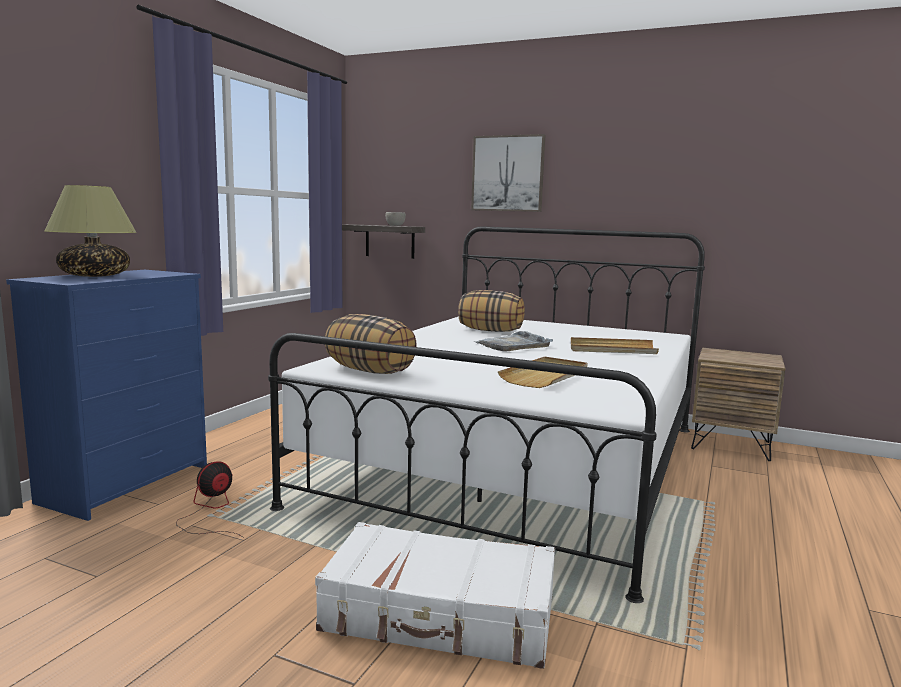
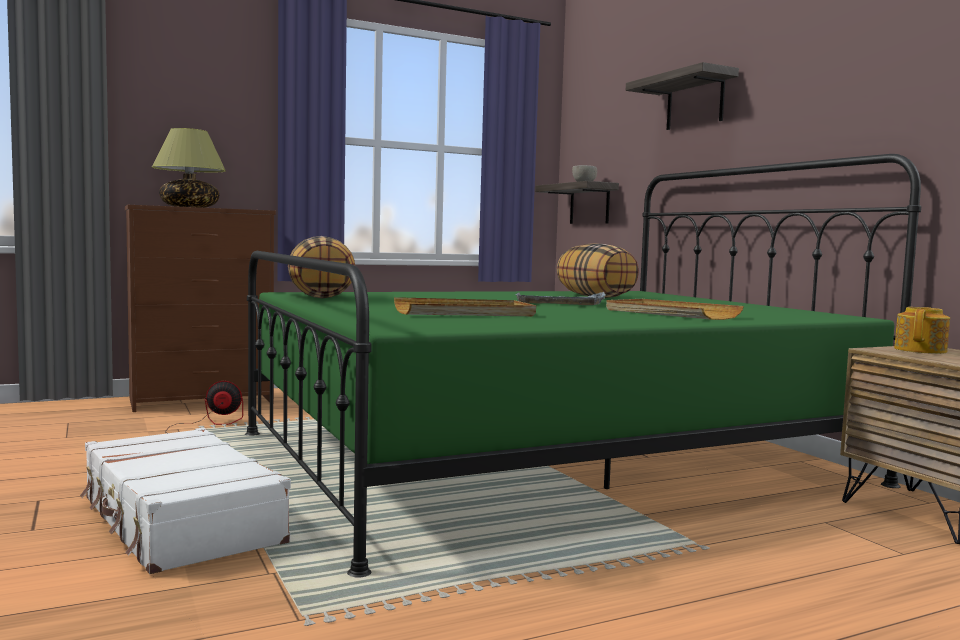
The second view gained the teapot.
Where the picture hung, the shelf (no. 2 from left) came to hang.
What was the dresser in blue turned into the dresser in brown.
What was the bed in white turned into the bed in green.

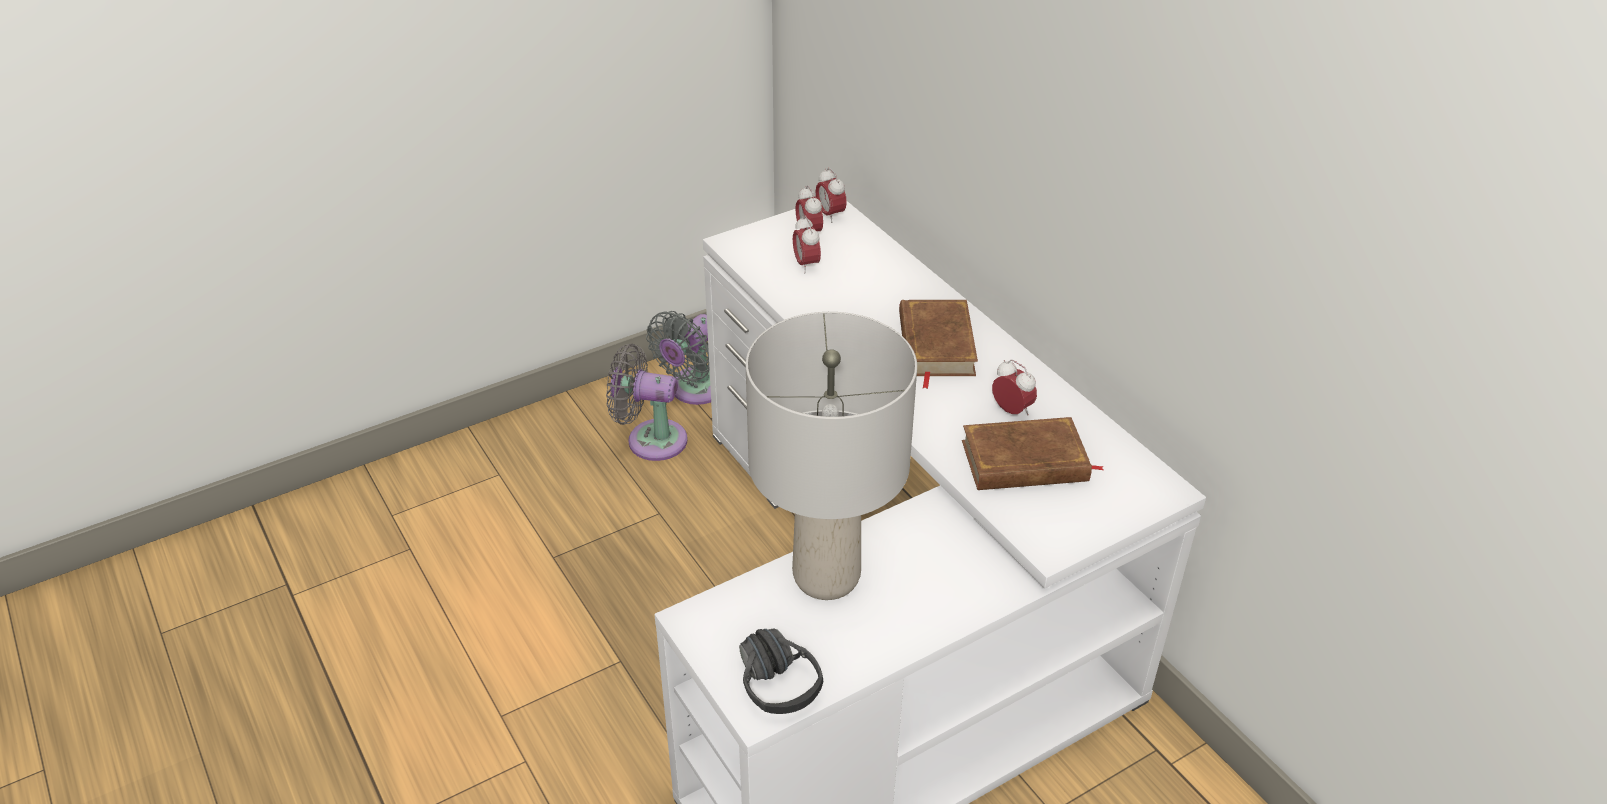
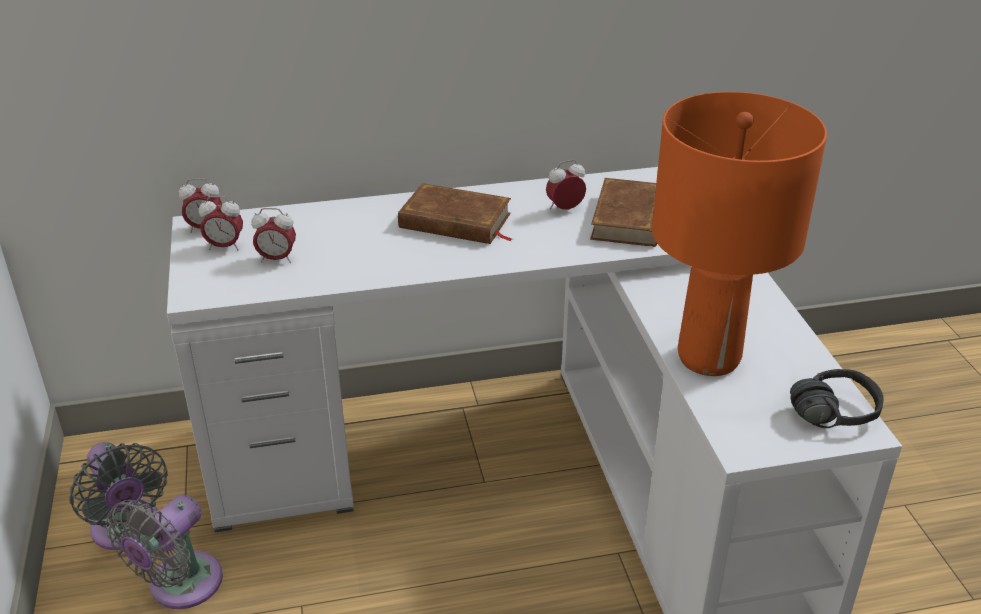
What was the table lamp in grey turned into the table lamp in orange.

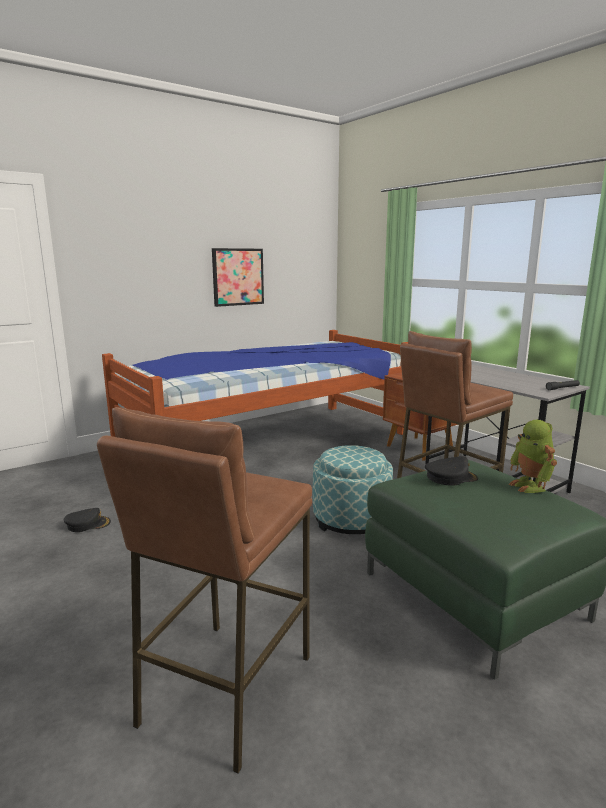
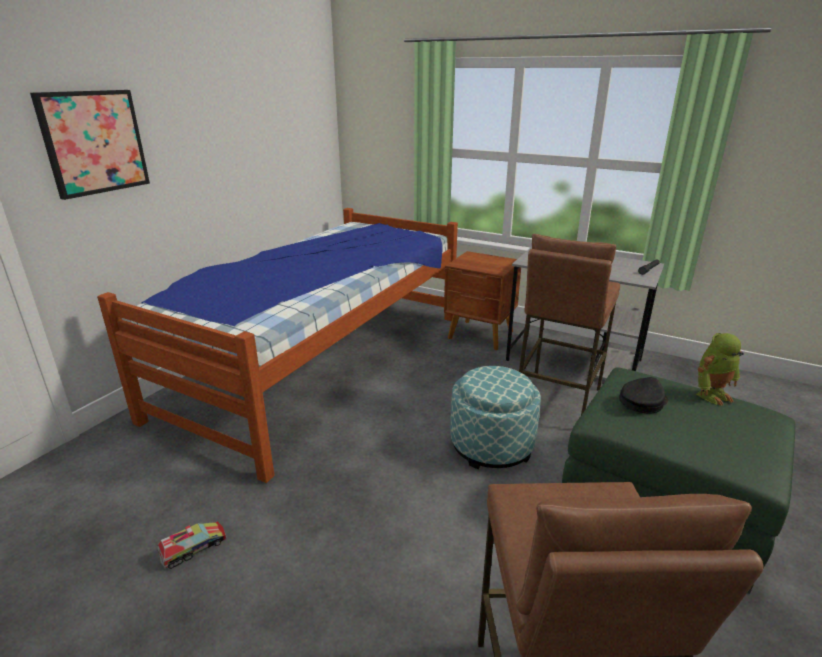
The picture ended up elsewhere.
Where the cap in black (no. 1 from left) stood, the toy truck came to stand.
The toy robot ended up facing another way, 75 degrees counterclockwise from before.

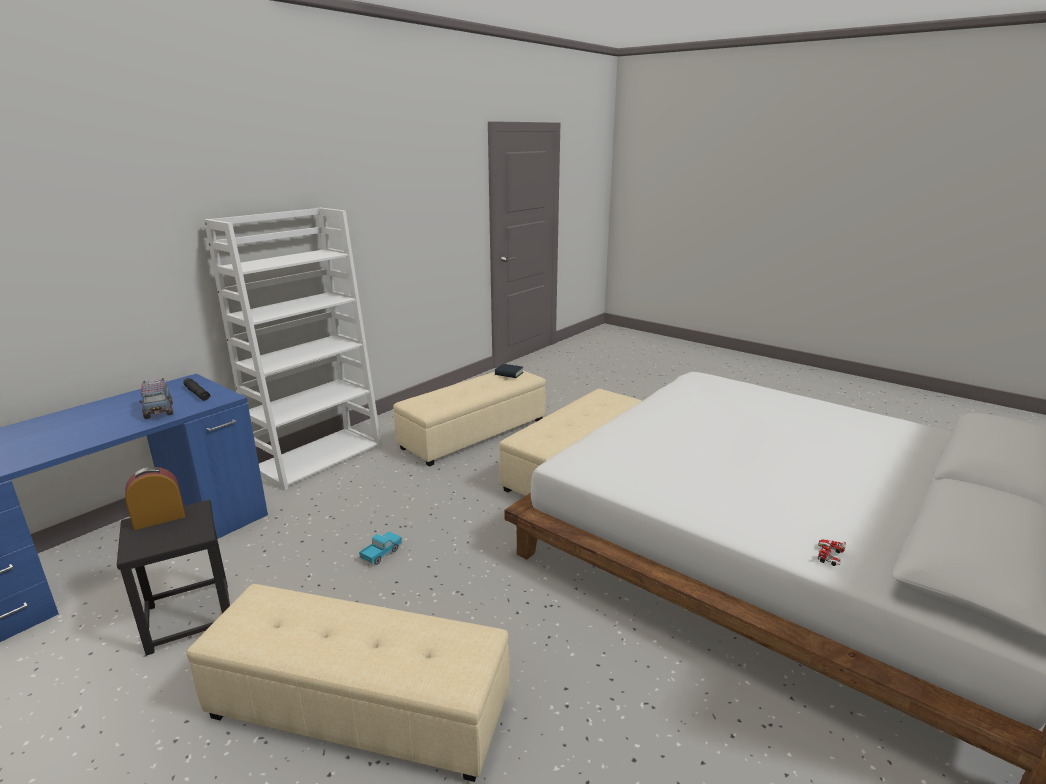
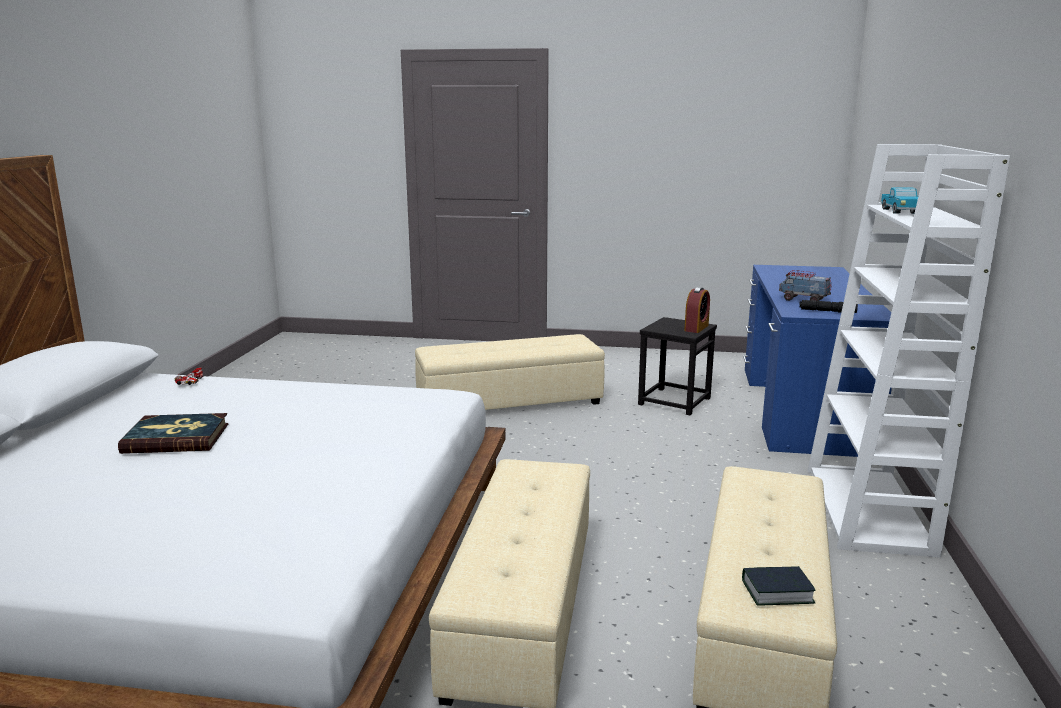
The second view gained the book (no. 1 from left).
The toy truck (no. 2 from left) ended up elsewhere.

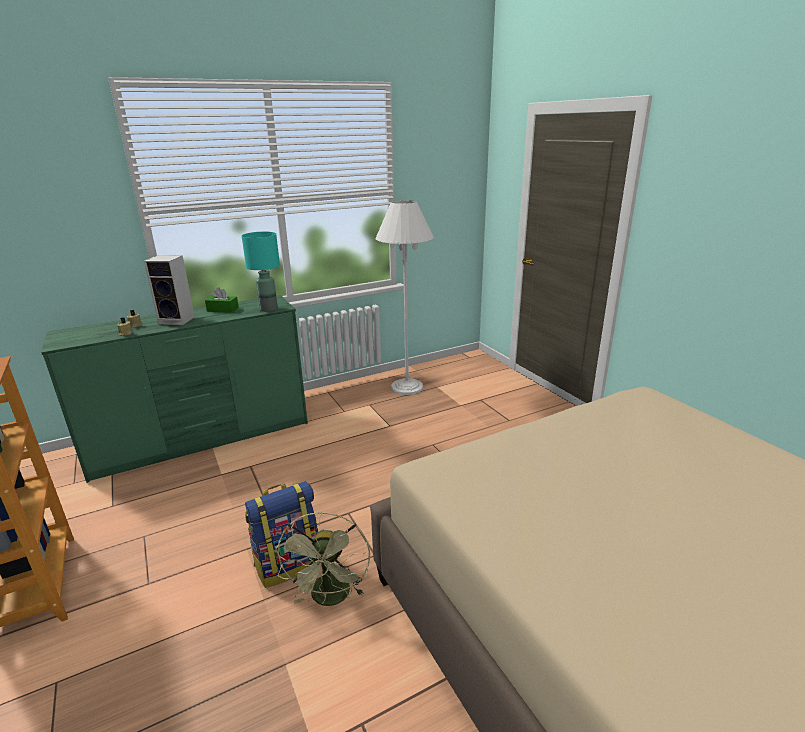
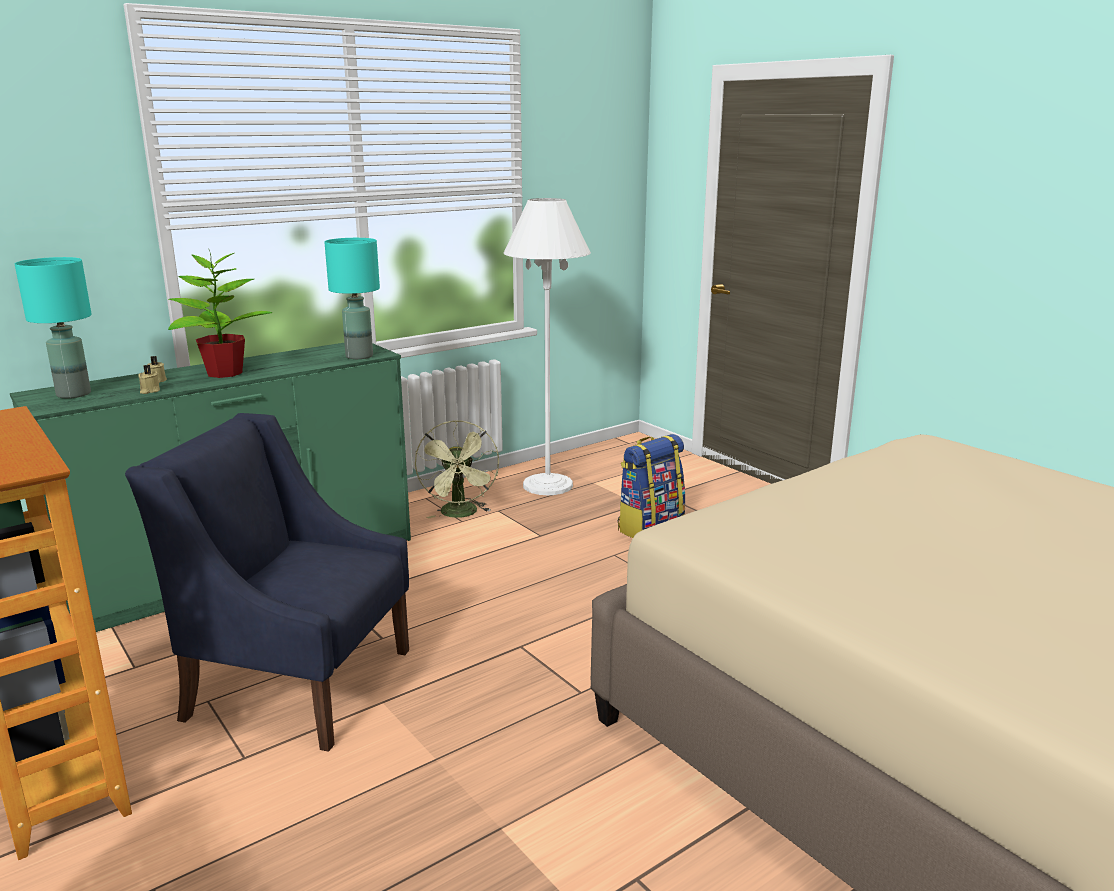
The second view lost the tissue box in green.
The second view gained the table lamp in turquoise (no. 1 from left).
The second view gained the armchair in blue.
The backpack ended up elsewhere.
The fan in green ended up elsewhere.
Where the speaker stood, the potted plant came to stand.

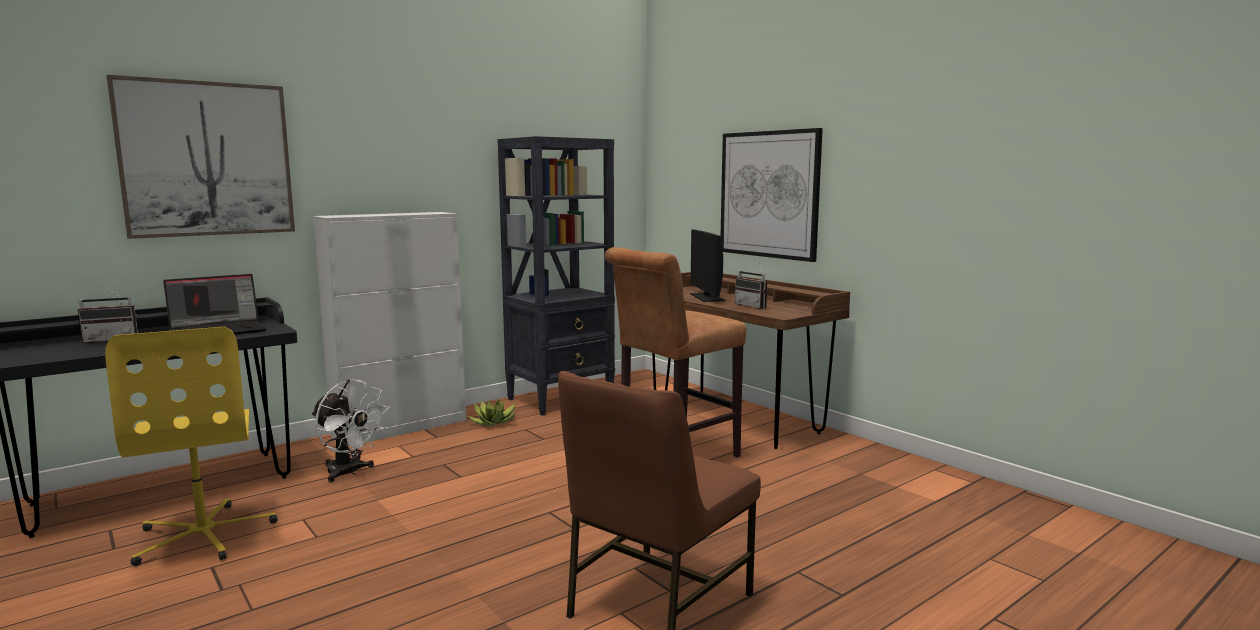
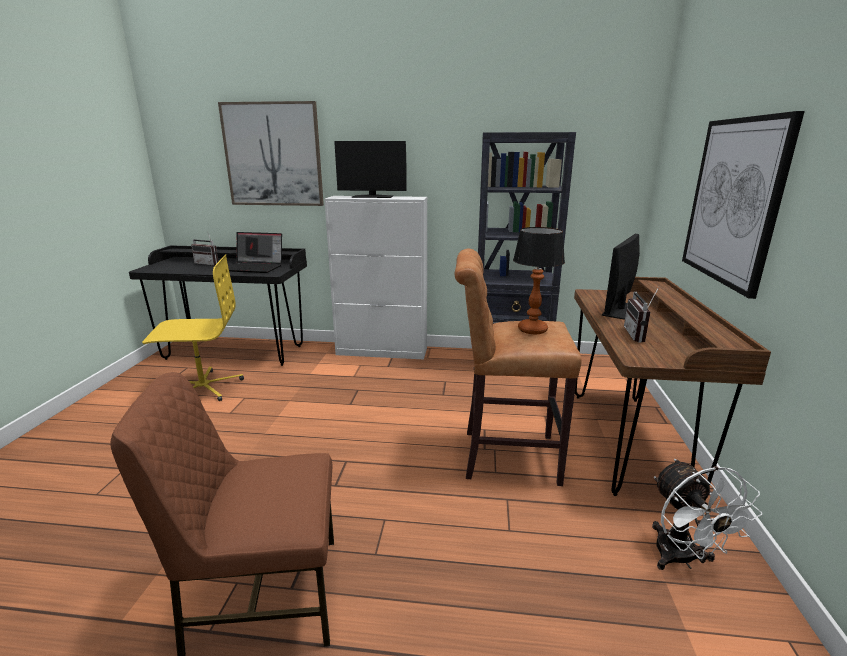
The second view lost the potted plant.
The second view gained the monitor (no. 1 from left).
The second view gained the table lamp.
The fan in white ended up elsewhere.
The office chair in yellow ended up facing another way, 120 degrees counterclockwise from before.

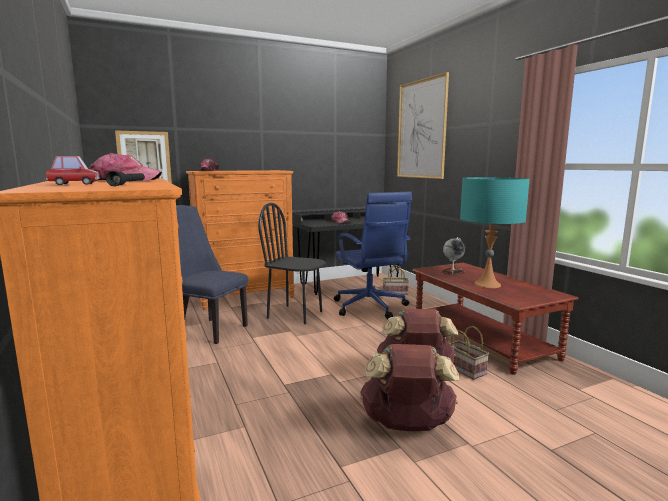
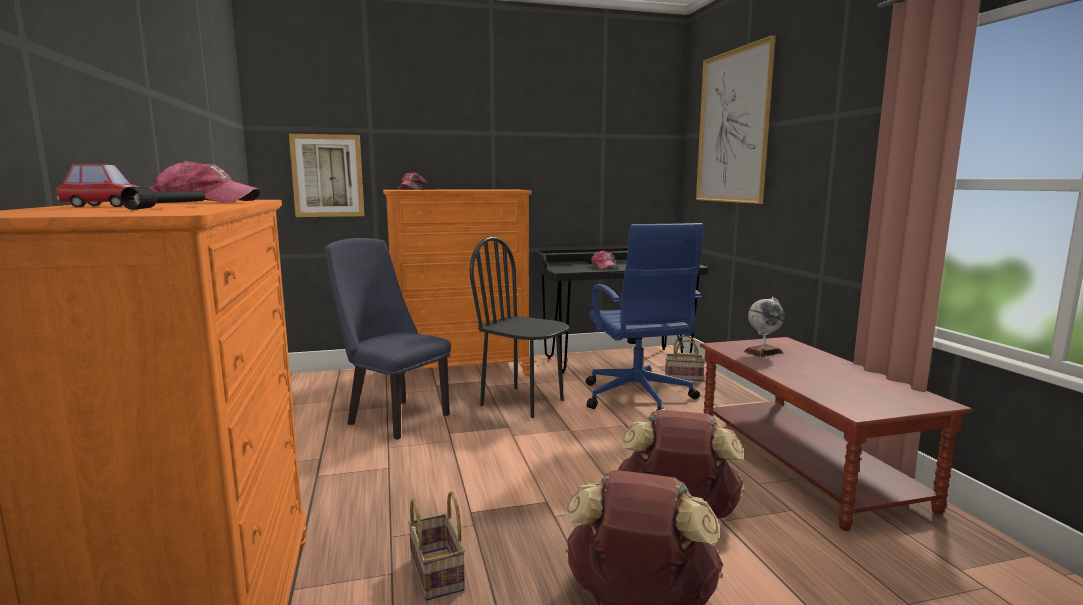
The second view lost the table lamp in turquoise.
The basket (no. 2 from left in the first image) ended up elsewhere.

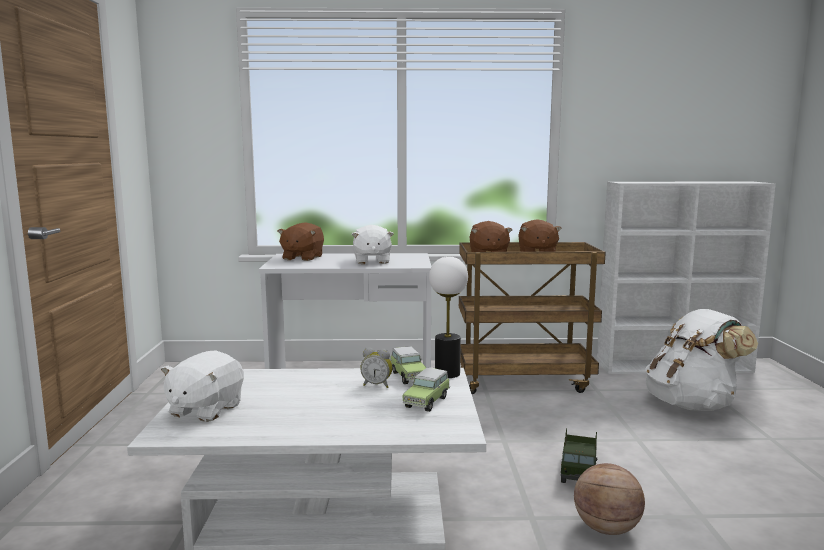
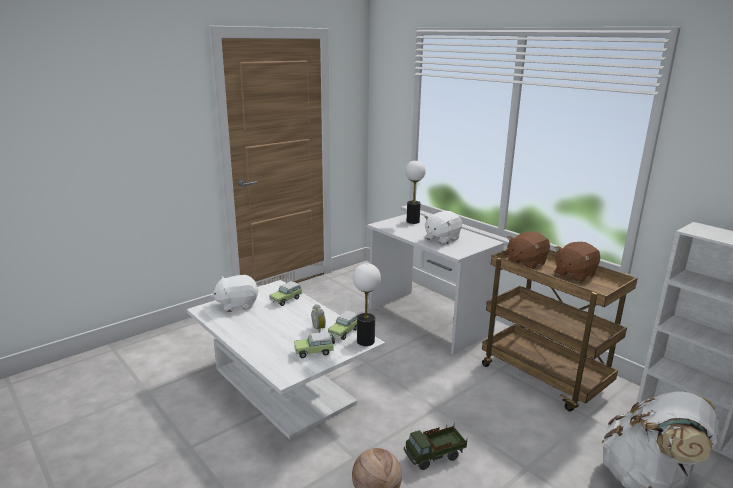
The second view gained the toy car (no. 1 from left).
Where the plush toy in brown (no. 1 from left) stood, the table lamp (no. 2 from left) came to stand.

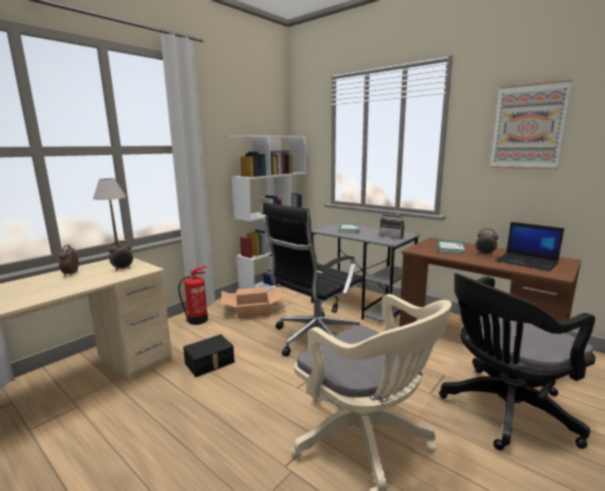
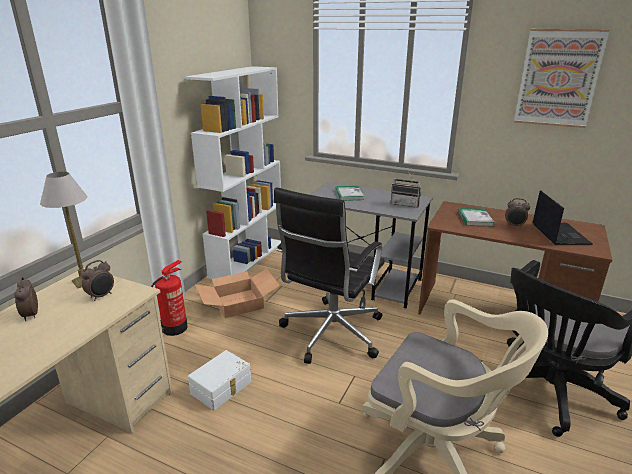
What was the storage box in black turned into the storage box in white.
The laptop ended up facing another way, 120 degrees counterclockwise from before.

